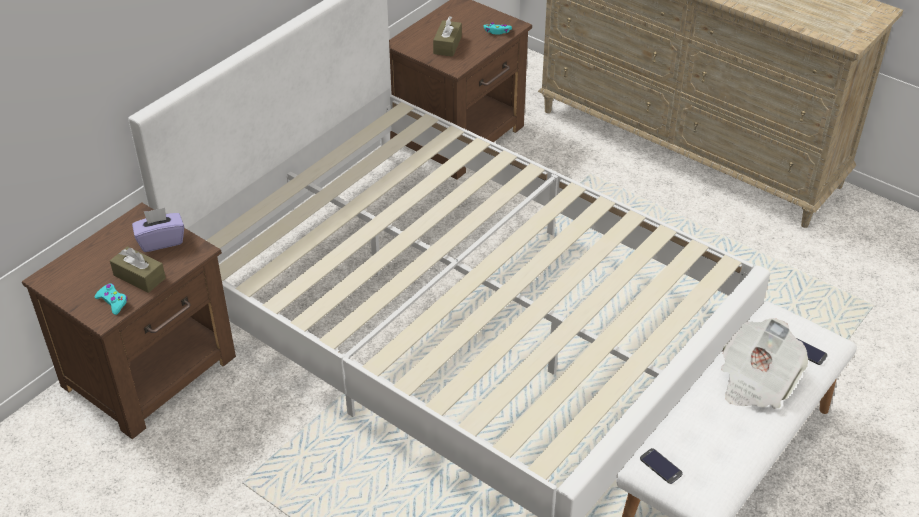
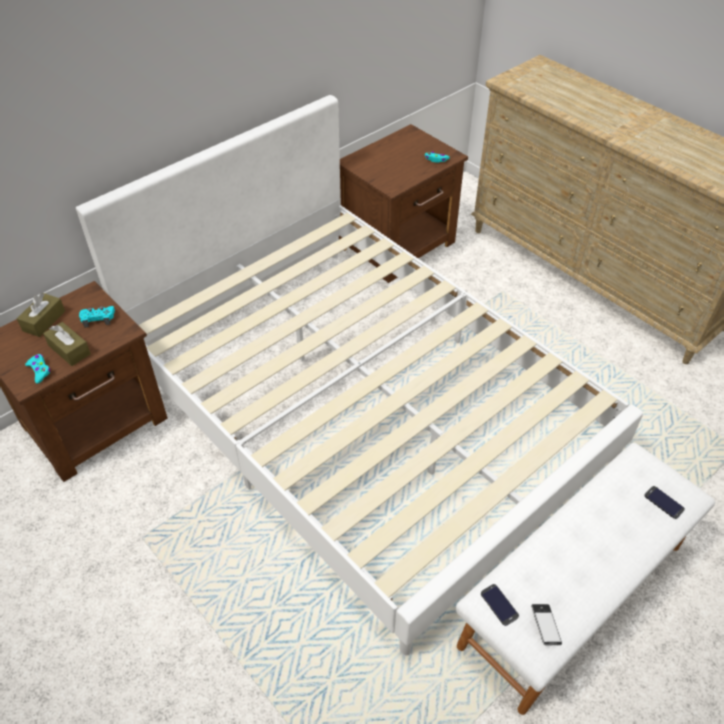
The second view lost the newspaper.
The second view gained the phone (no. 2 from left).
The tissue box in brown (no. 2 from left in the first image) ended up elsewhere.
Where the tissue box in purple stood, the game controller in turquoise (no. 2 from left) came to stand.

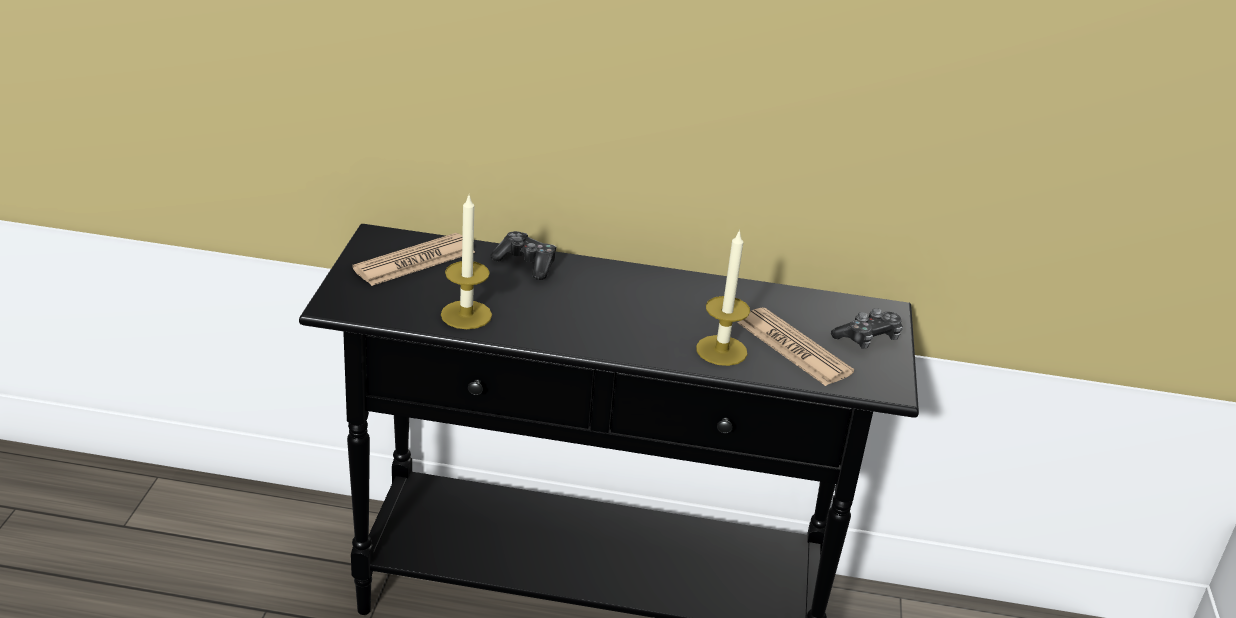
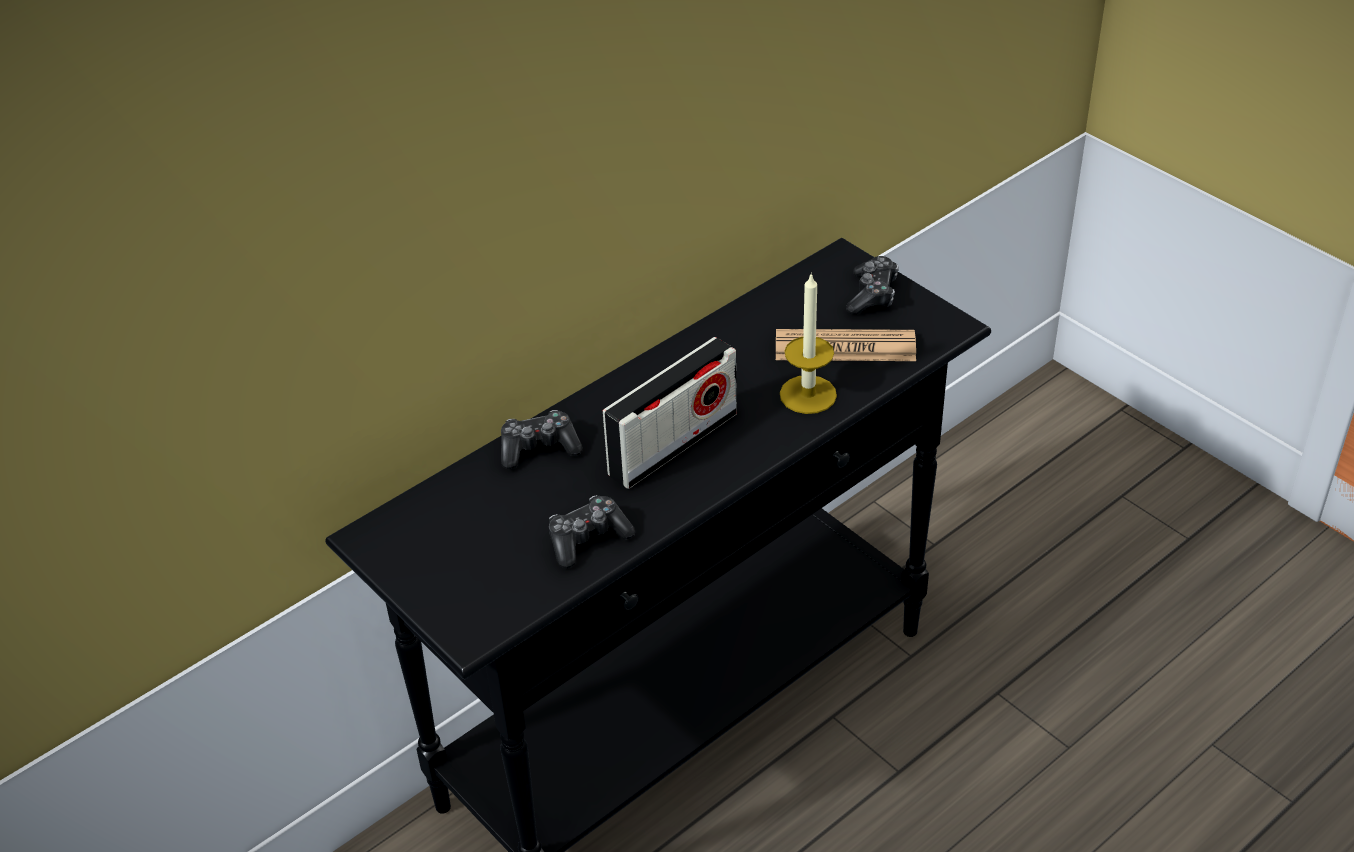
The second view lost the newspaper (no. 1 from left).
The second view gained the radio.
Where the candle (no. 1 from left) stood, the game controller (no. 2 from left) came to stand.

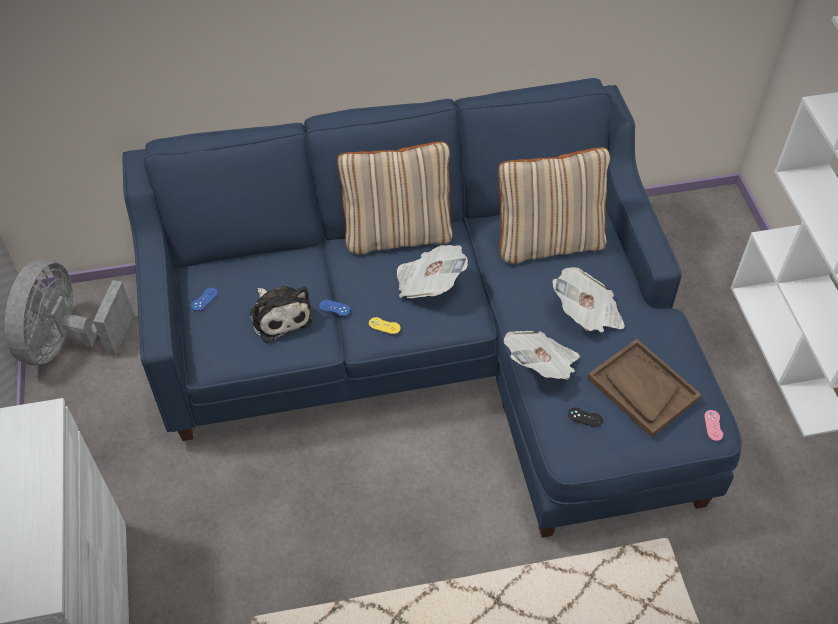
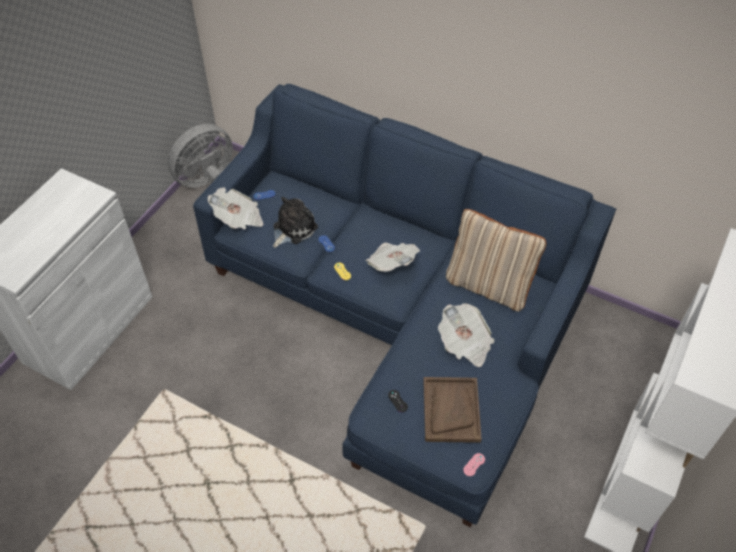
The second view lost the pillow in beige (no. 1 from left).
The newspaper (no. 2 from left in the first image) ended up elsewhere.
The plush toy ended up facing another way, 150 degrees counterclockwise from before.

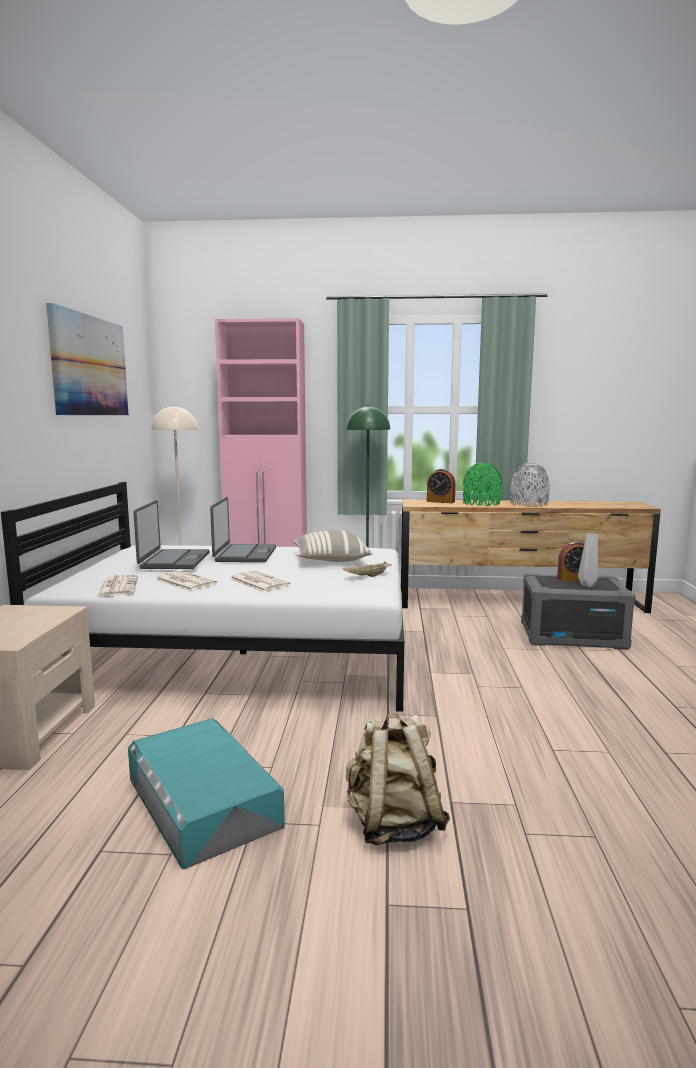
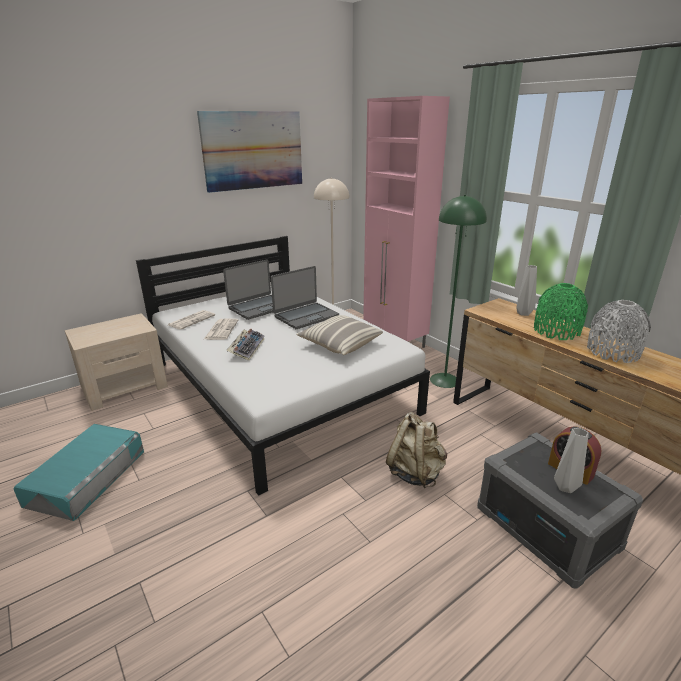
The second view lost the tray in beige.
The backpack in beige ended up elsewhere.
Where the newspaper (no. 3 from left) stood, the keyboard came to stand.
Where the alarm clock (no. 1 from left) stood, the vase in grey (no. 1 from left) came to stand.

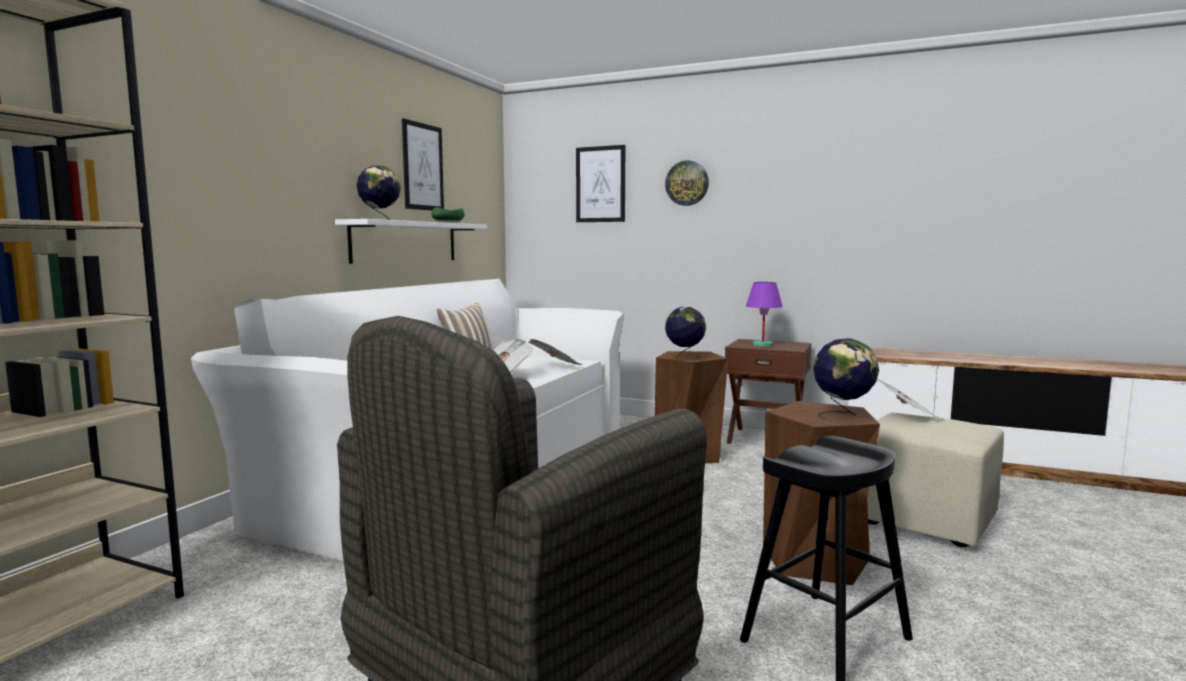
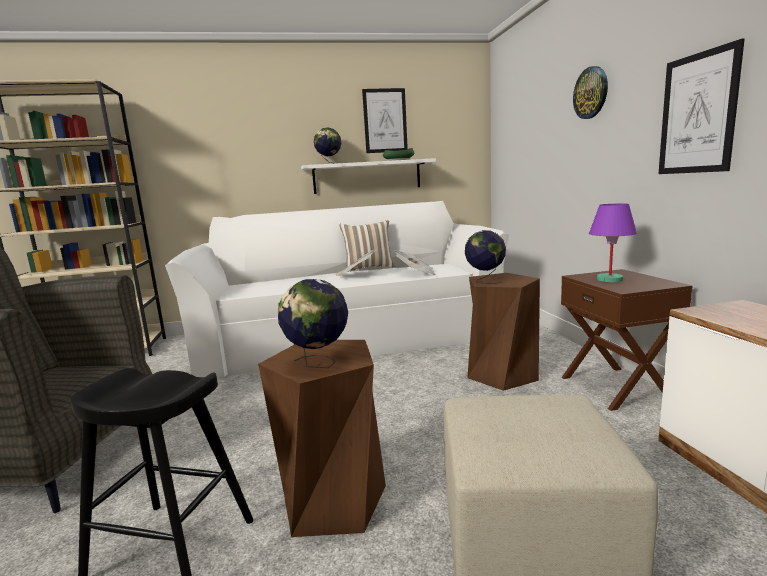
The second view lost the newspaper (no. 3 from left).
The picture (no. 2 from left) ended up elsewhere.

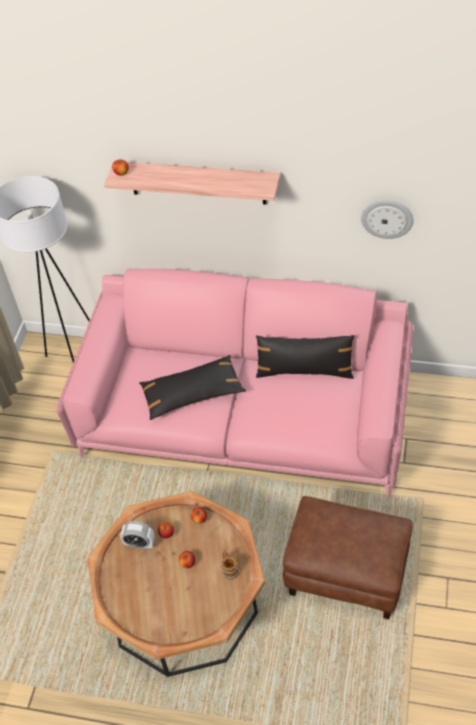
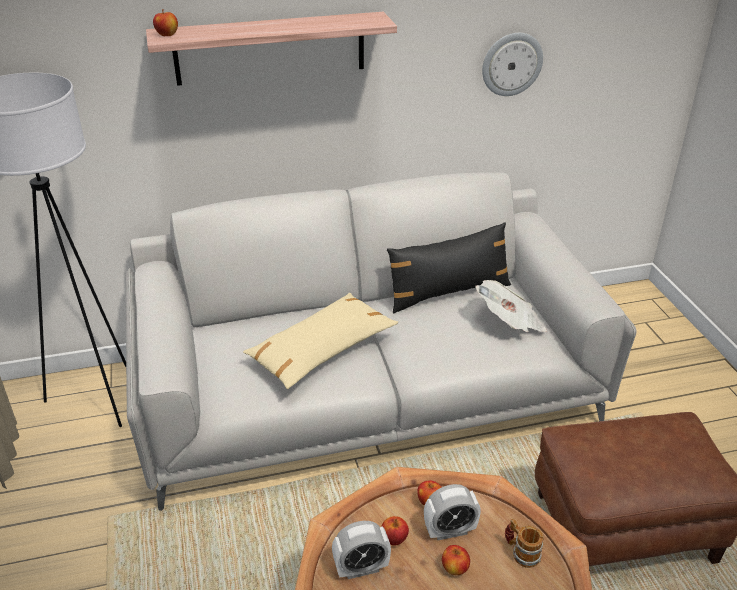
The second view gained the alarm clock (no. 2 from left).
The second view gained the newspaper.
What was the sofa in pink turned into the sofa in grey.
What was the pillow in black (no. 1 from left) turned into the pillow in beige.

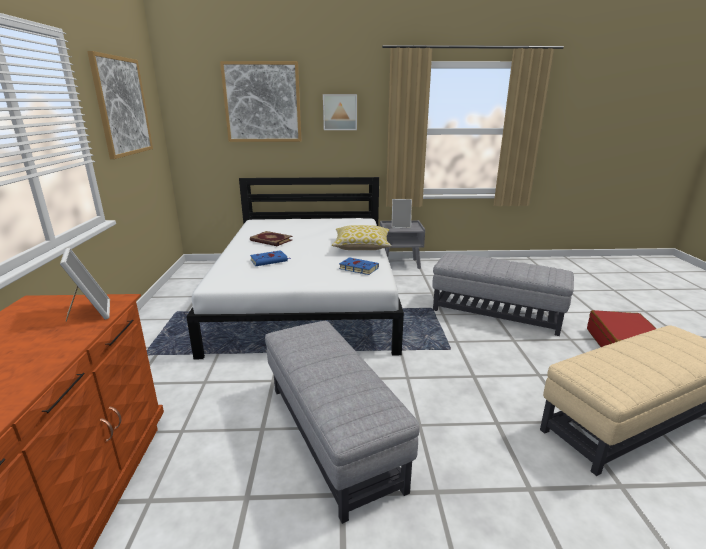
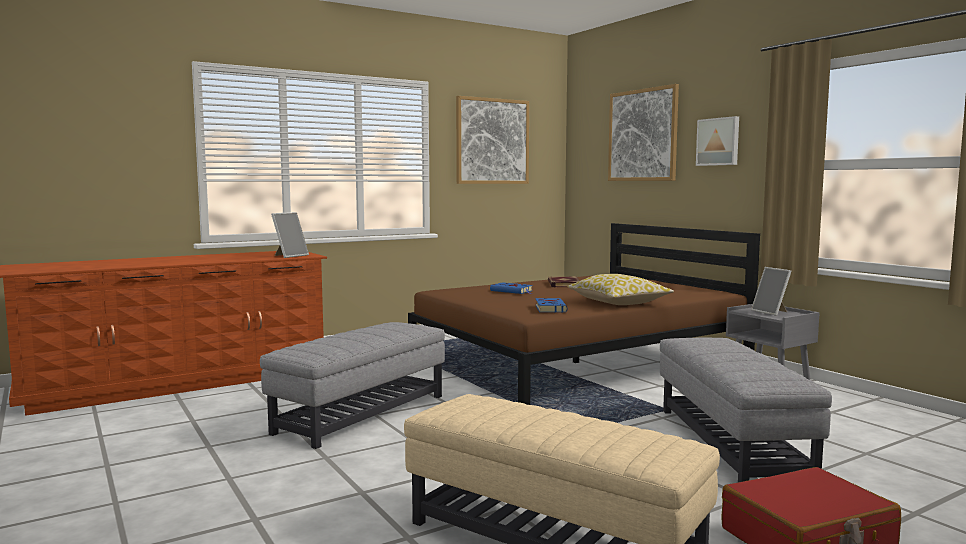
What was the bed in white turned into the bed in brown.

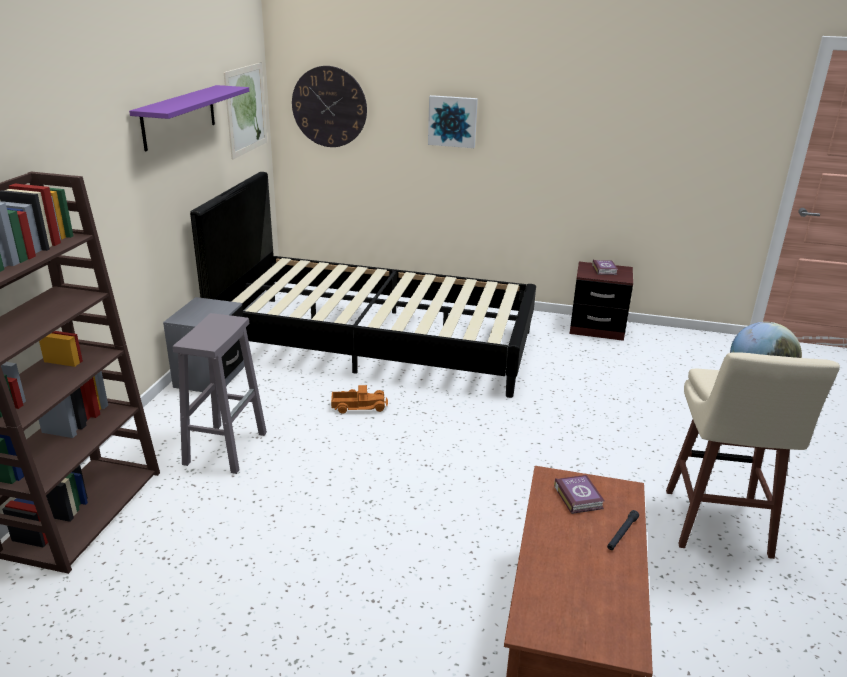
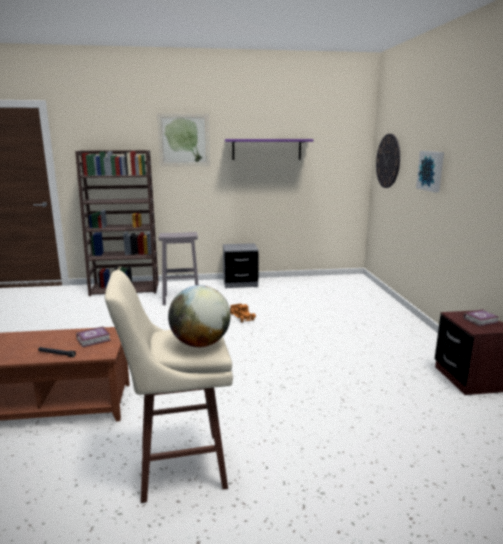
The second view lost the bed in black.
The picture (no. 1 from left) ended up elsewhere.

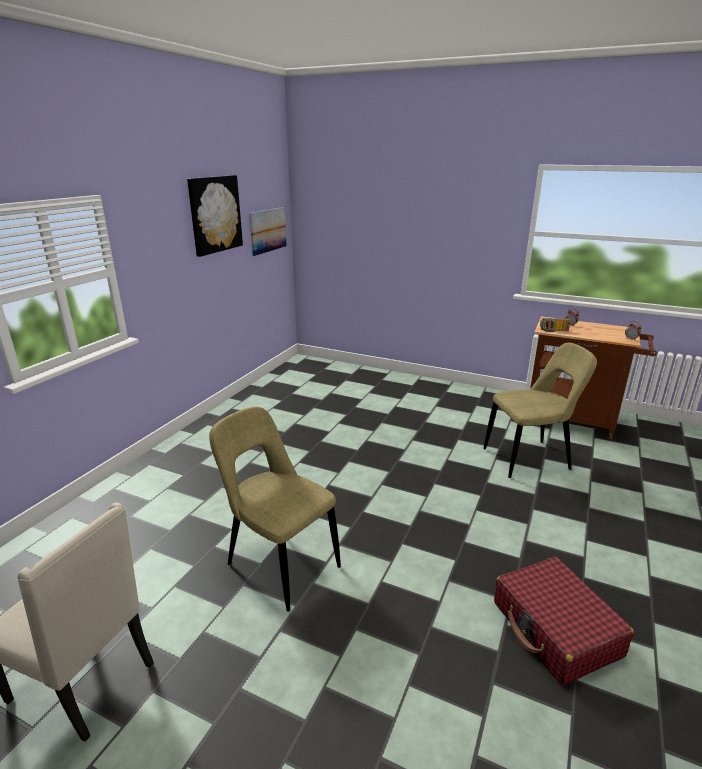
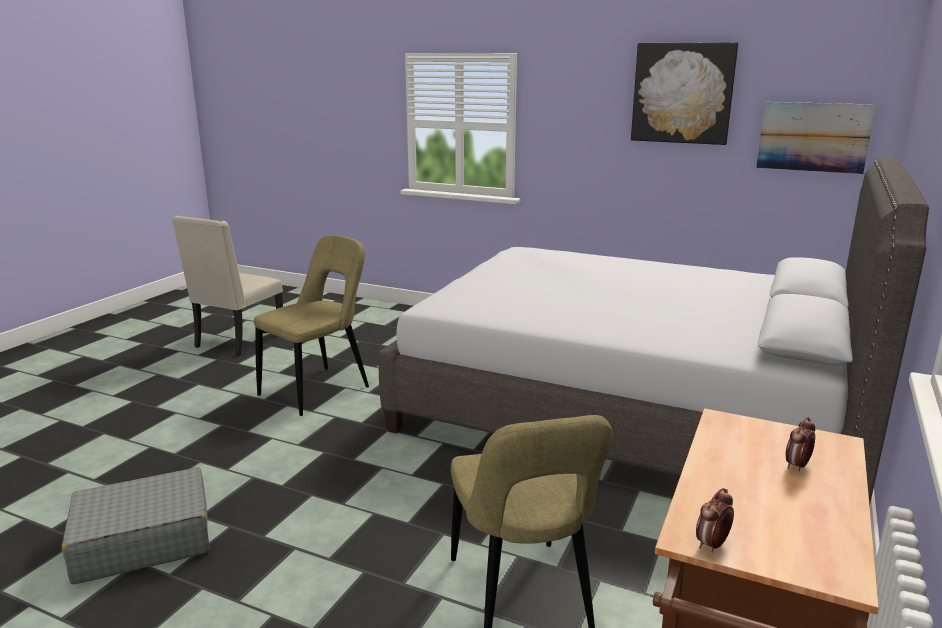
The second view lost the radio.
The second view gained the bed in grey.
What was the suitcase in red turned into the suitcase in grey.

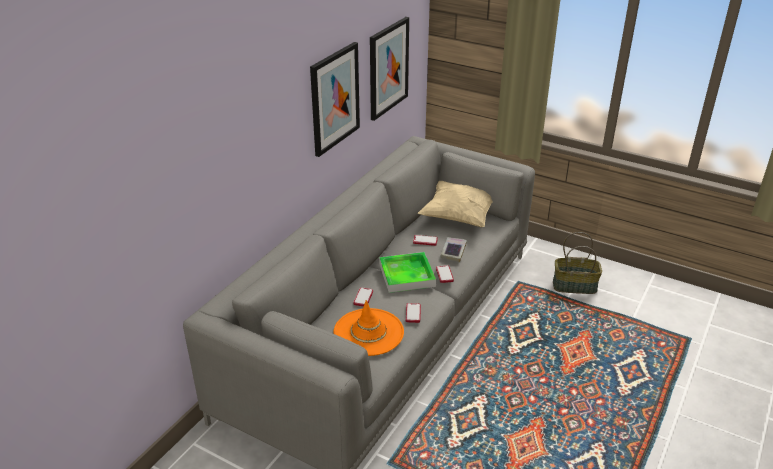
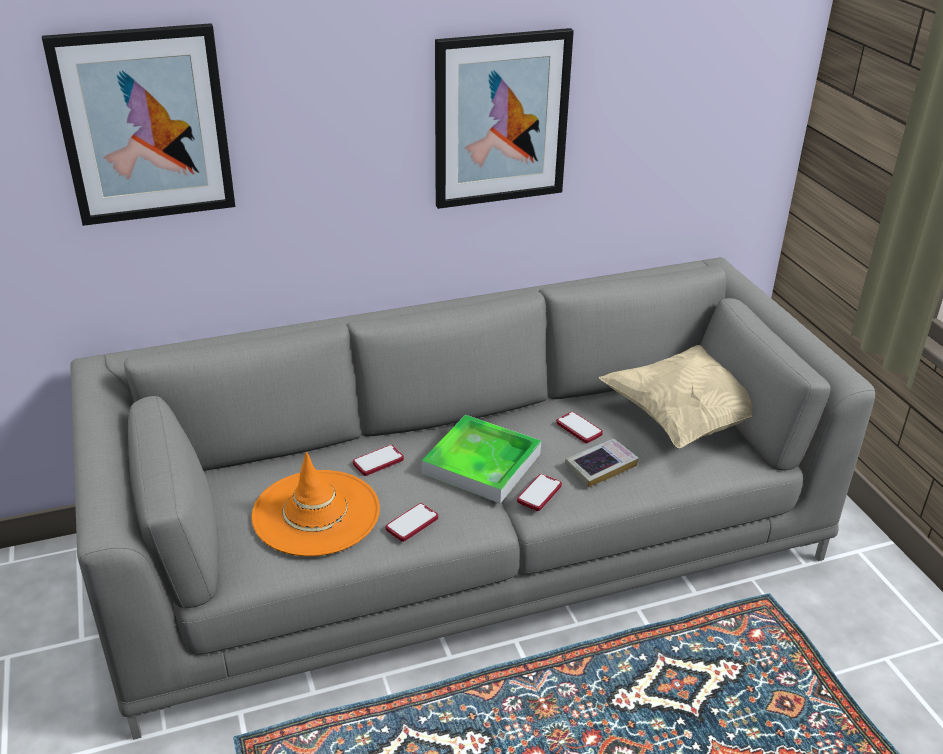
The second view lost the basket.
The picture (no. 2 from left in the first image) ended up elsewhere.

